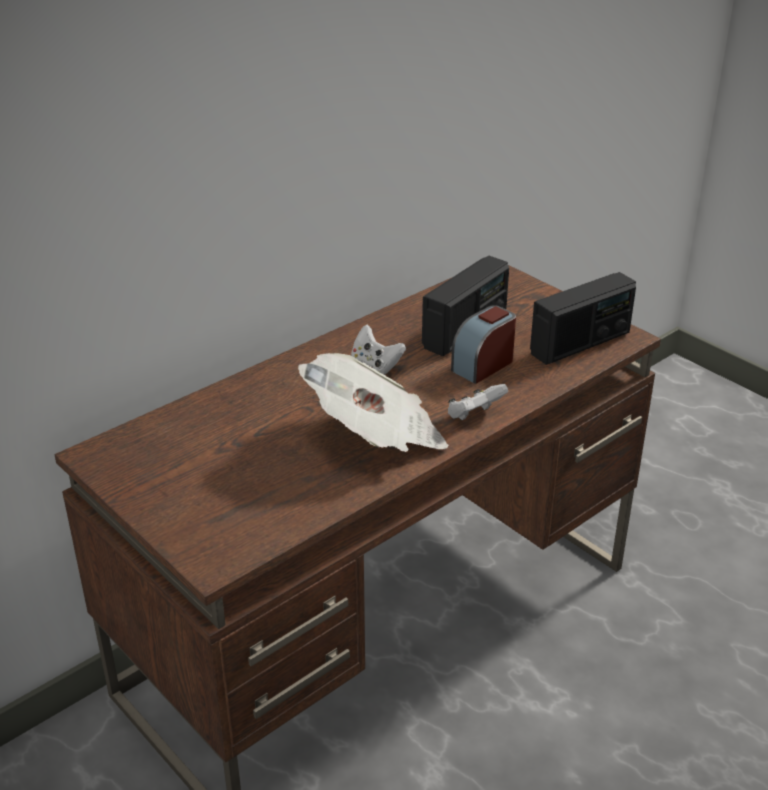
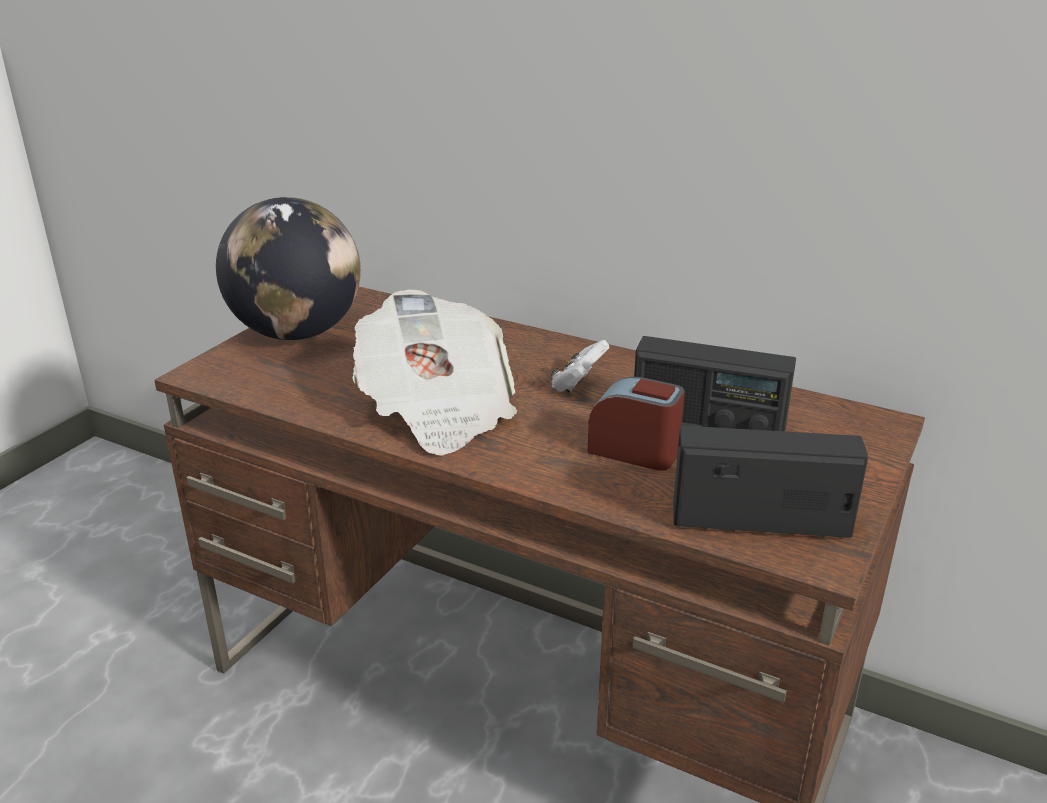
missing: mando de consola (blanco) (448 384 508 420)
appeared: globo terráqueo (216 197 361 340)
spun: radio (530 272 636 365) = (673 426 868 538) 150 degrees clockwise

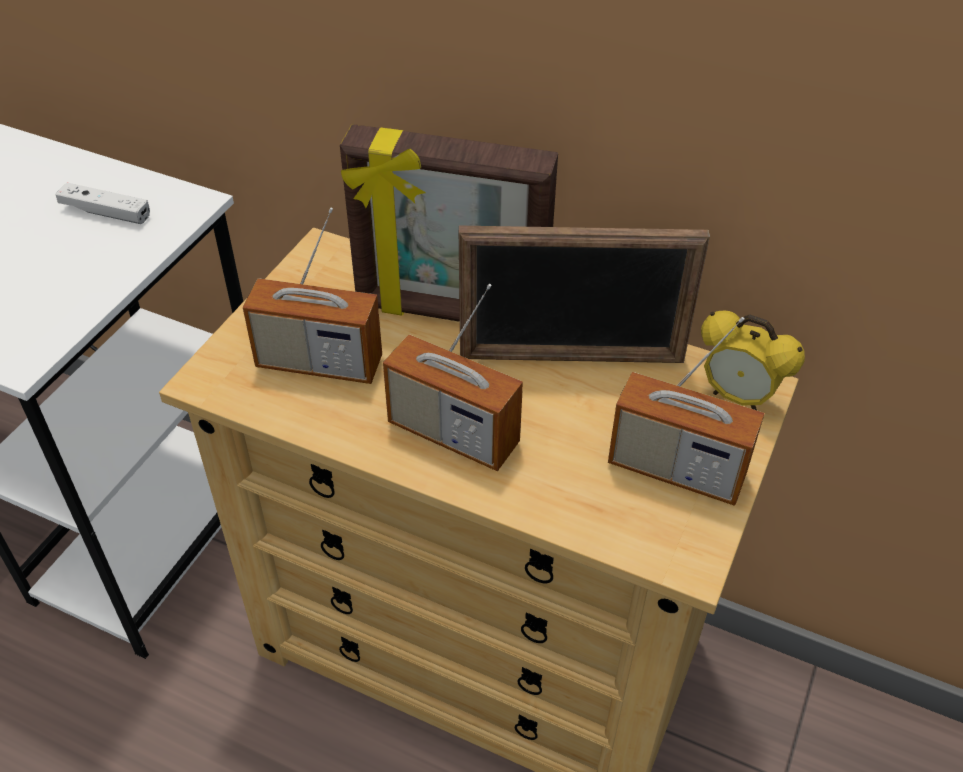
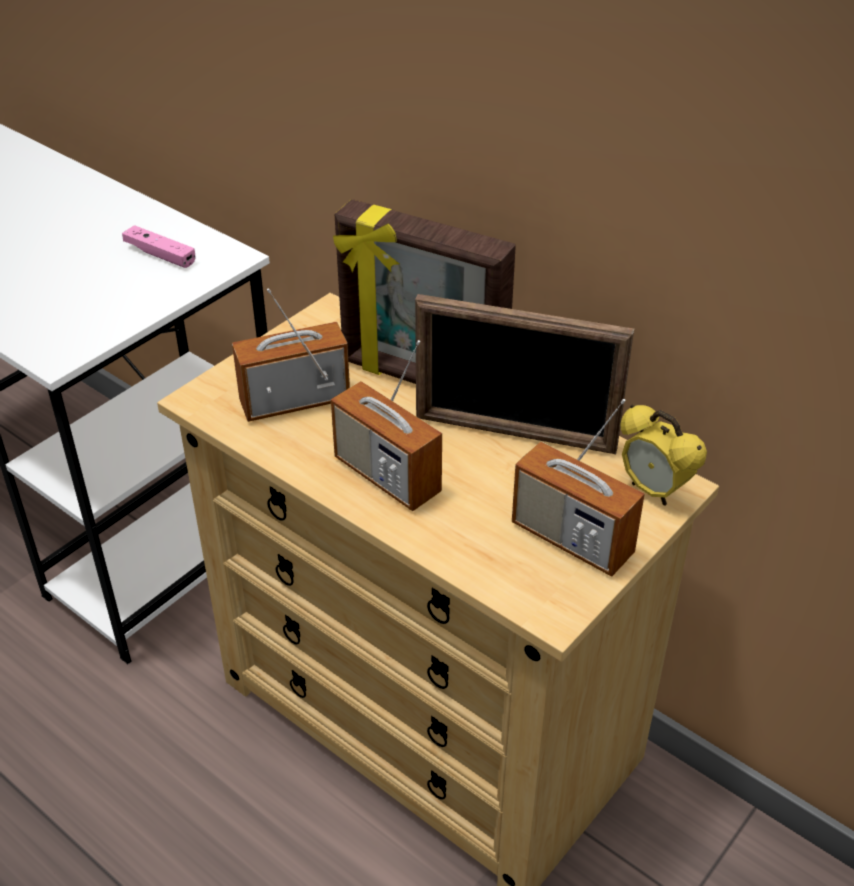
colour: mando de consola (blanco) (55 183 150 224) to mando de consola (rosa) (122 225 196 268)
spun: radio (243 208 382 384) = (232 288 350 422) 135 degrees clockwise

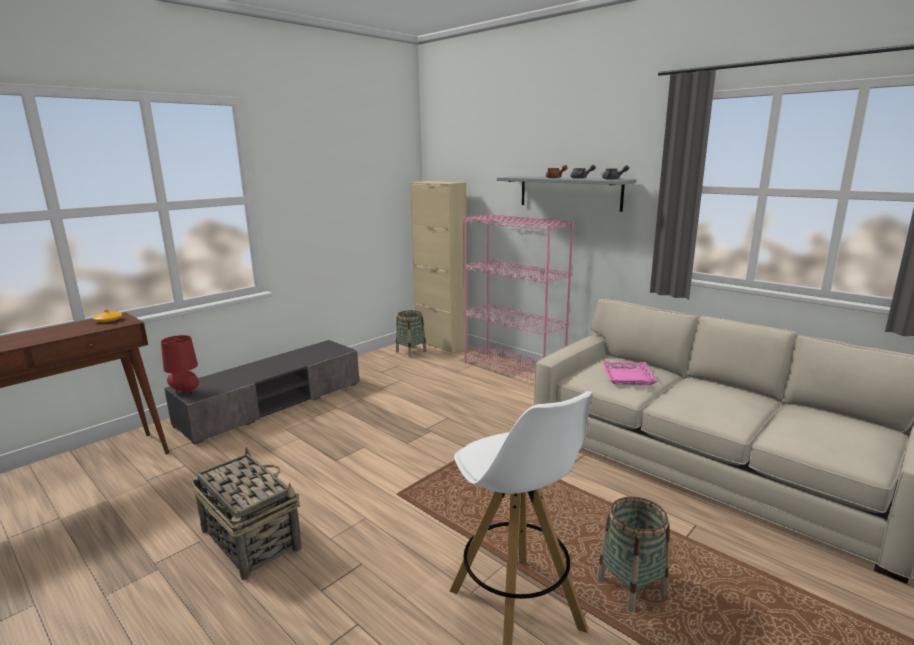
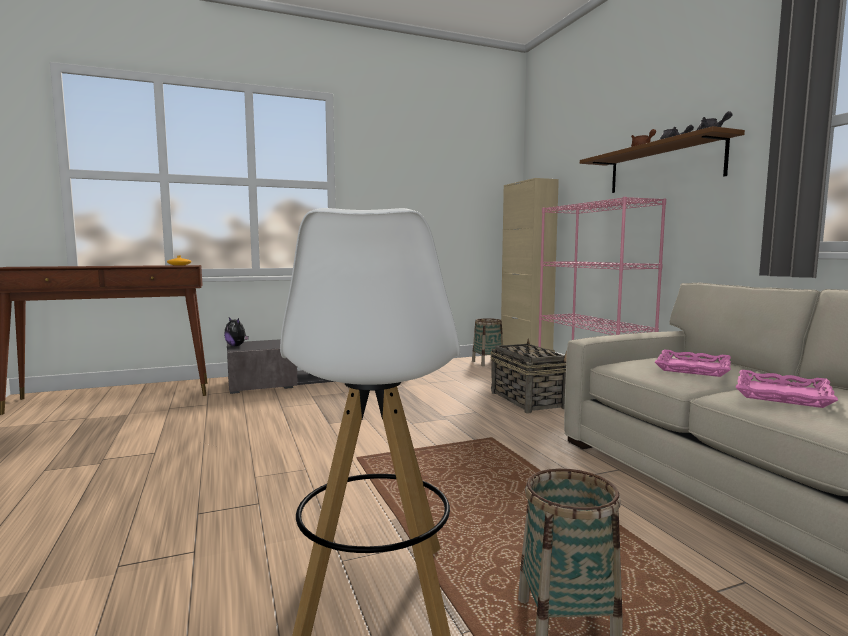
appeared: bandeja (rosa) (736 370 838 408)
relocated: cesta (191 447 301 580) to (491 338 567 414)
exchanged: lámpara de mesa (rojo) (161 335 199 394) to peluche (224 317 249 346)
colour: estante (gris) (497 176 636 212) to estante (marrón) (580 126 745 193)

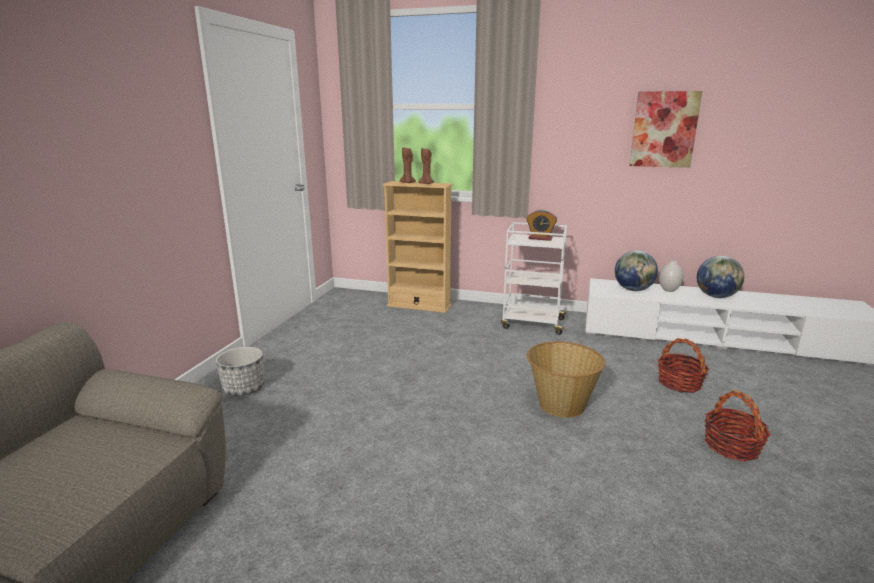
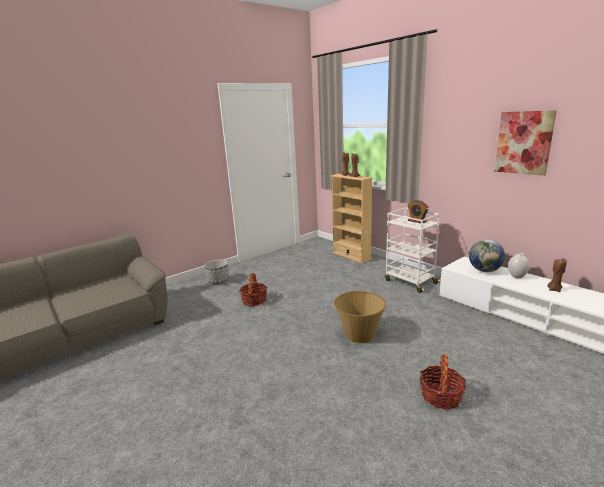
relocated: cesta (657 338 709 393) to (239 273 267 306)
exchanged: globo terráqueo (697 256 744 298) to vela (marrón) (547 258 567 292)

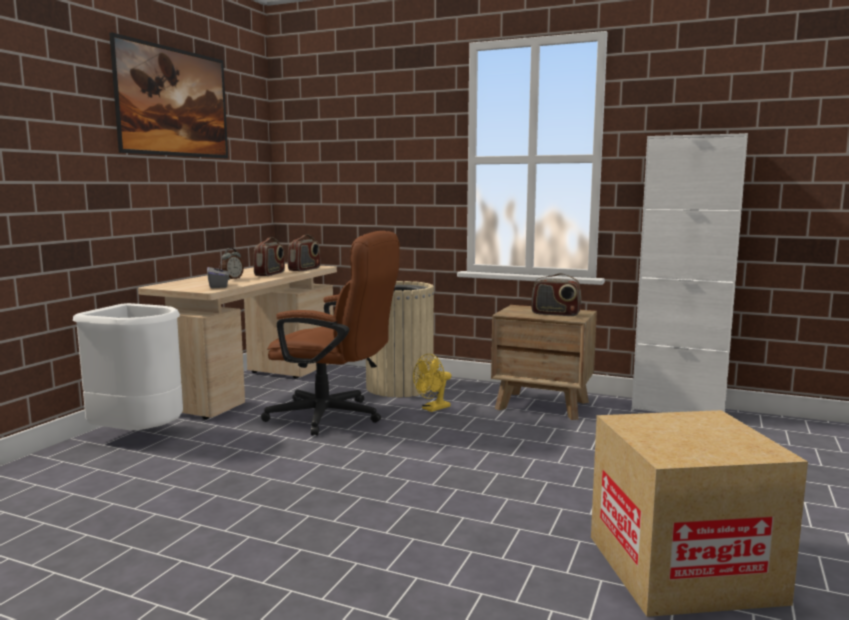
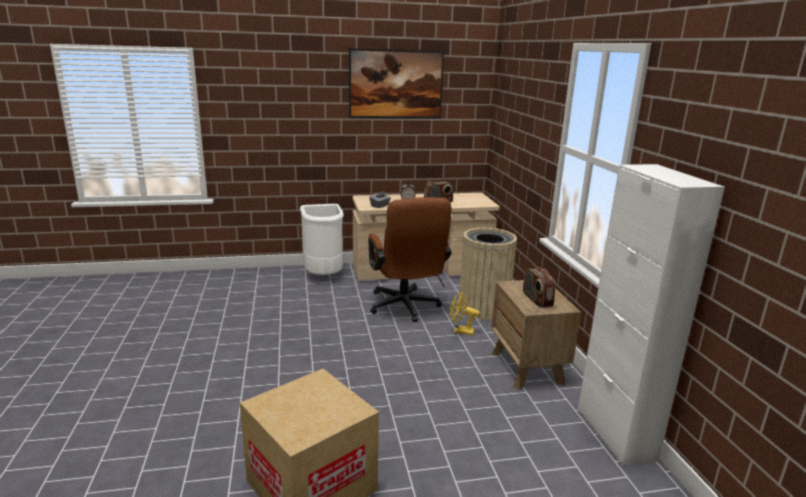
missing: radio (288 234 321 271)

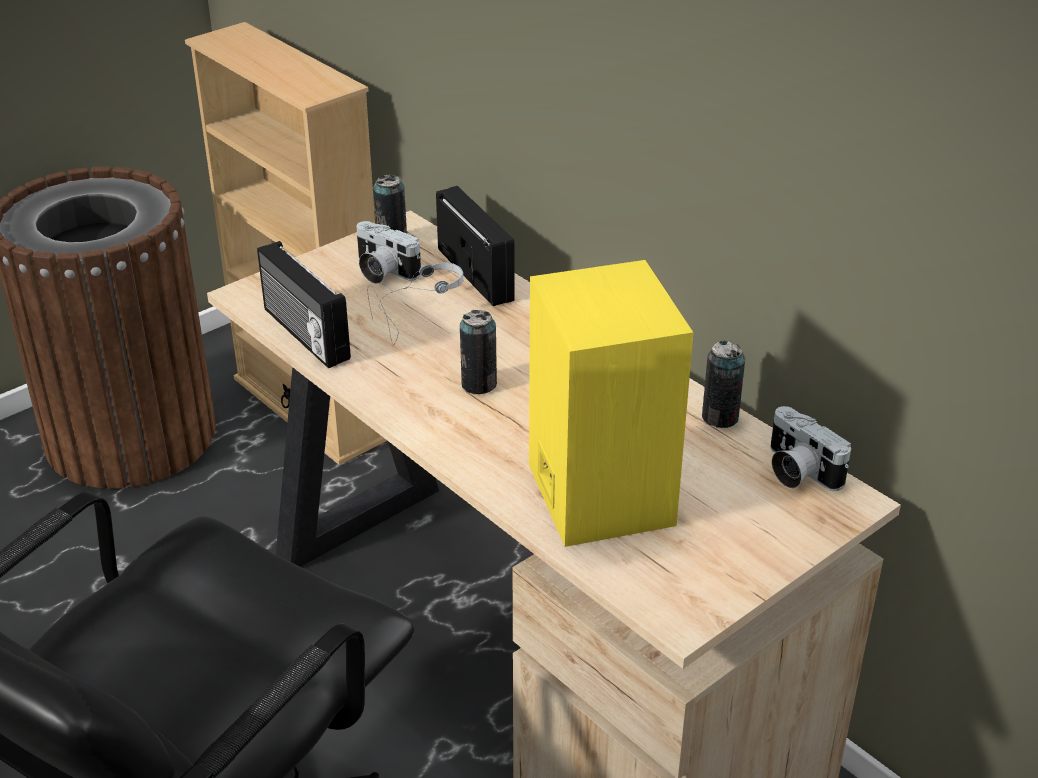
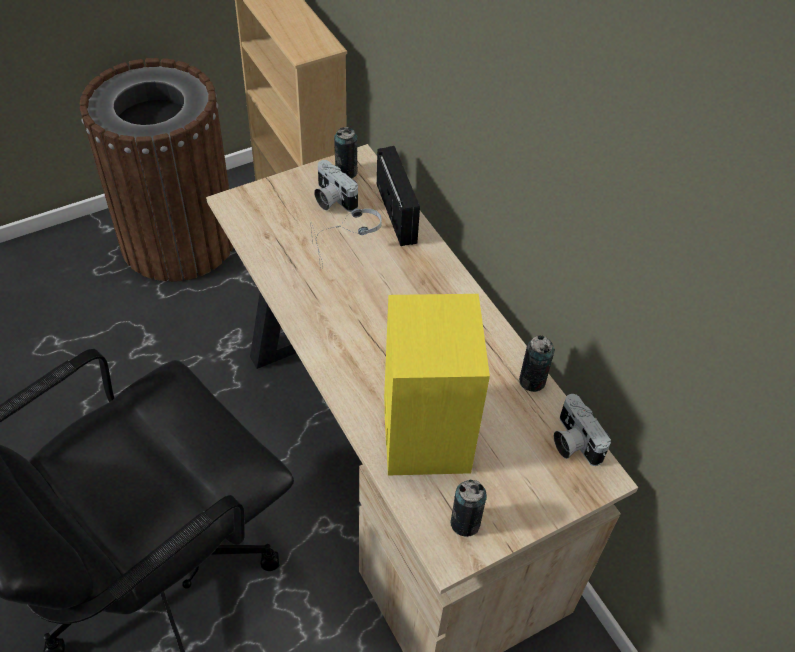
missing: radio (257 241 351 368)
relocated: lata (460 310 497 394) to (450 479 487 537)

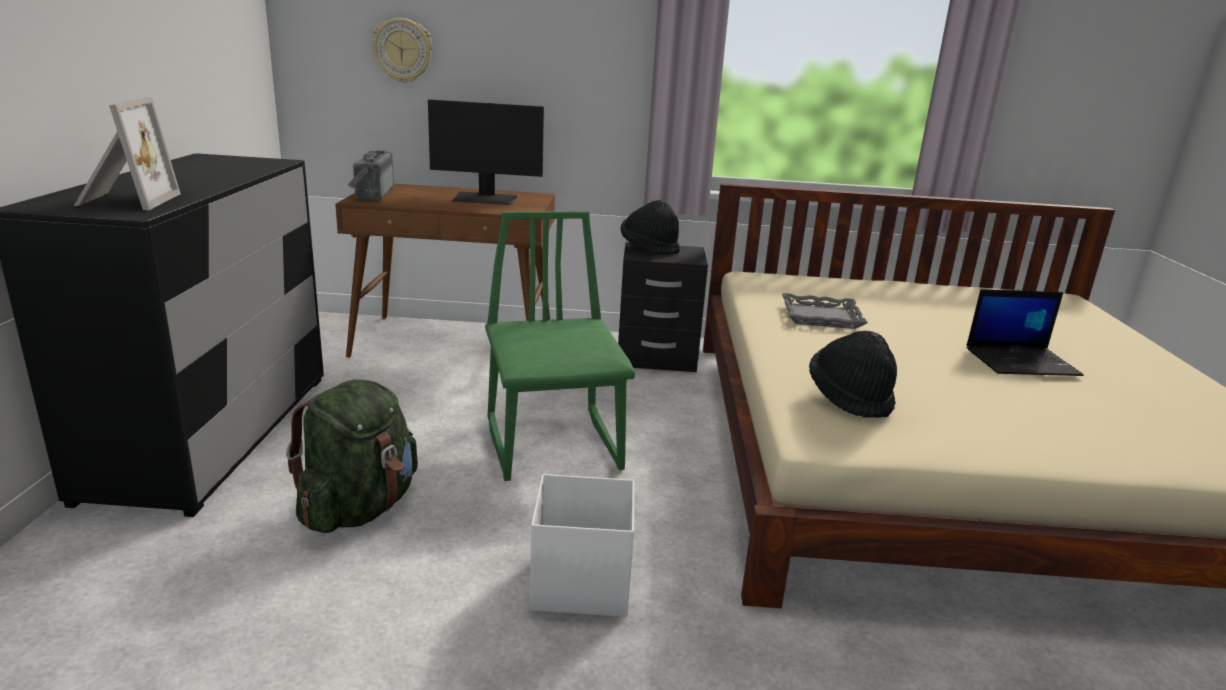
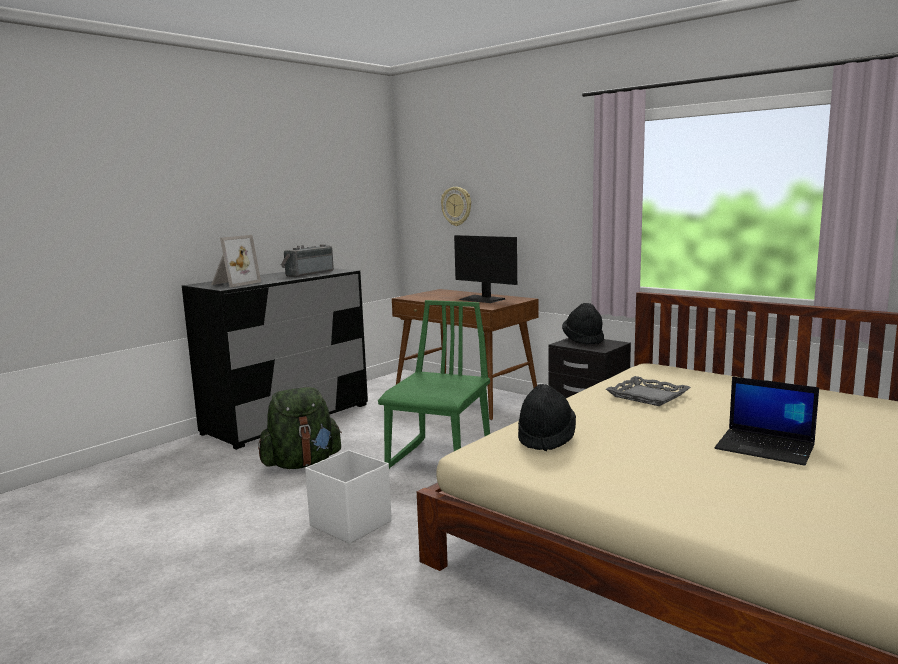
relocated: radio (348 150 394 202) to (281 244 334 277)

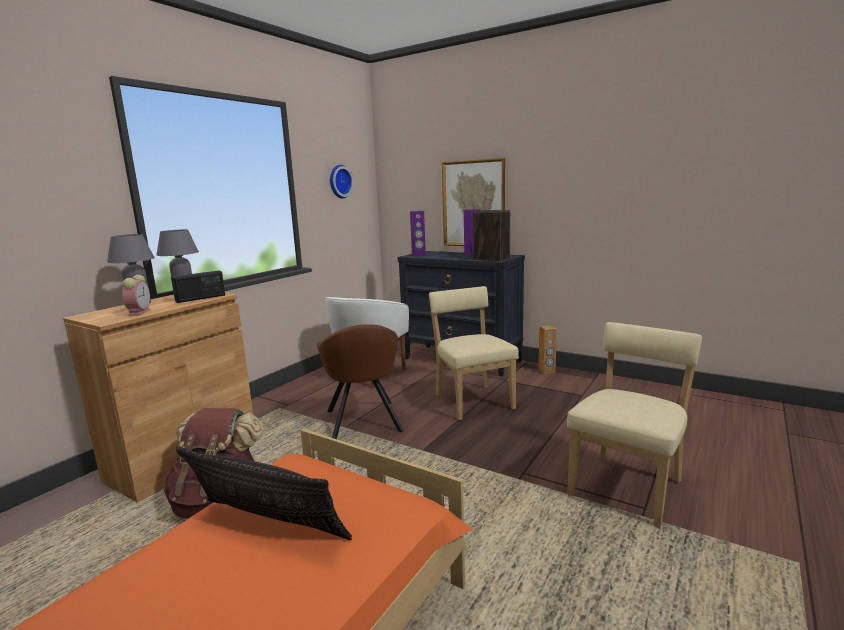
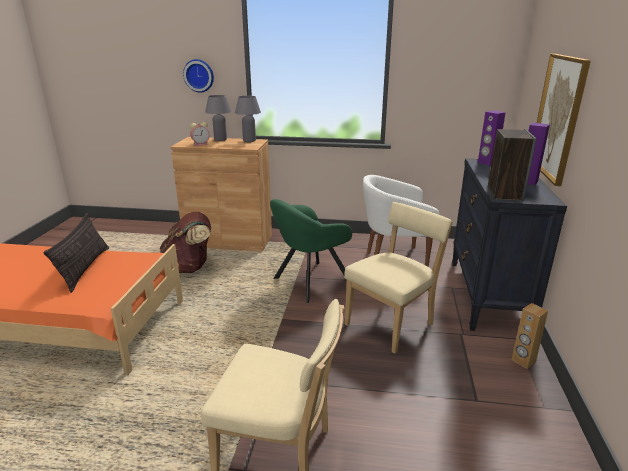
missing: radio (171 270 225 303)
relocated: reloj de pared (330 165 354 198) to (183 59 214 92)
colour: sillón (marrón) (317 324 404 439) to sillón (verde) (270 199 352 303)

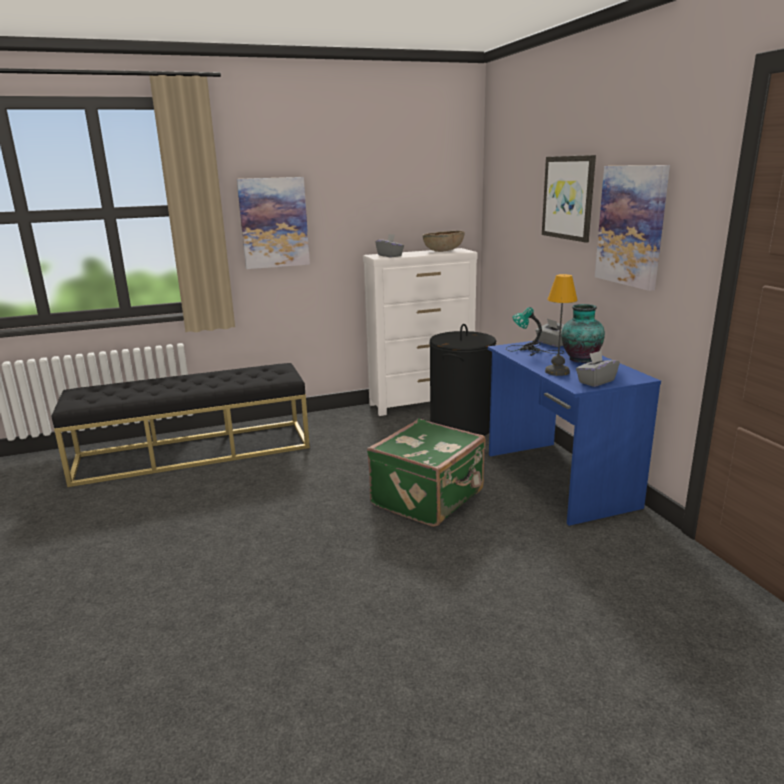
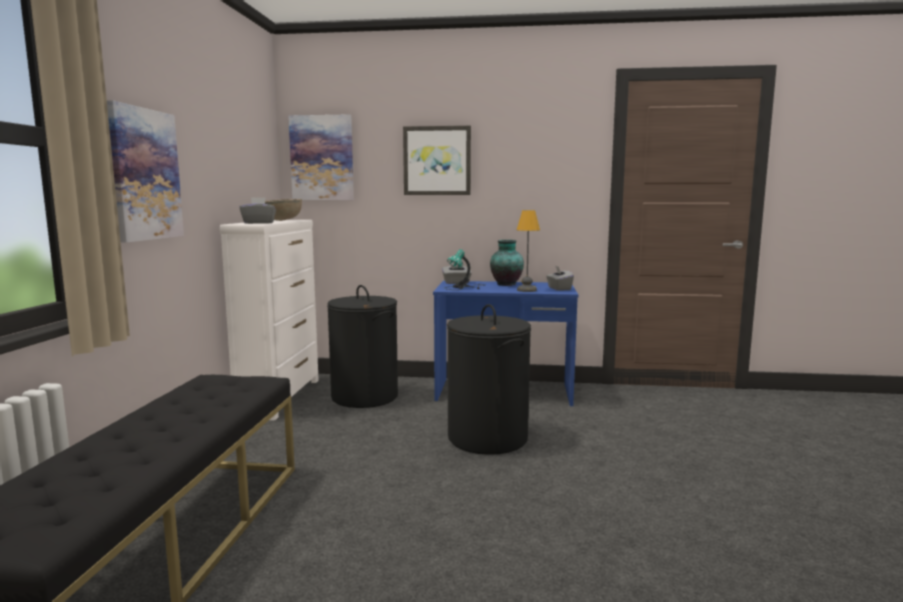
relocated: cuadro (595 165 670 291) to (288 114 354 200)
exchanged: maleta (verde) (367 418 486 527) to cesto de la ropa (negro) (447 304 531 455)

